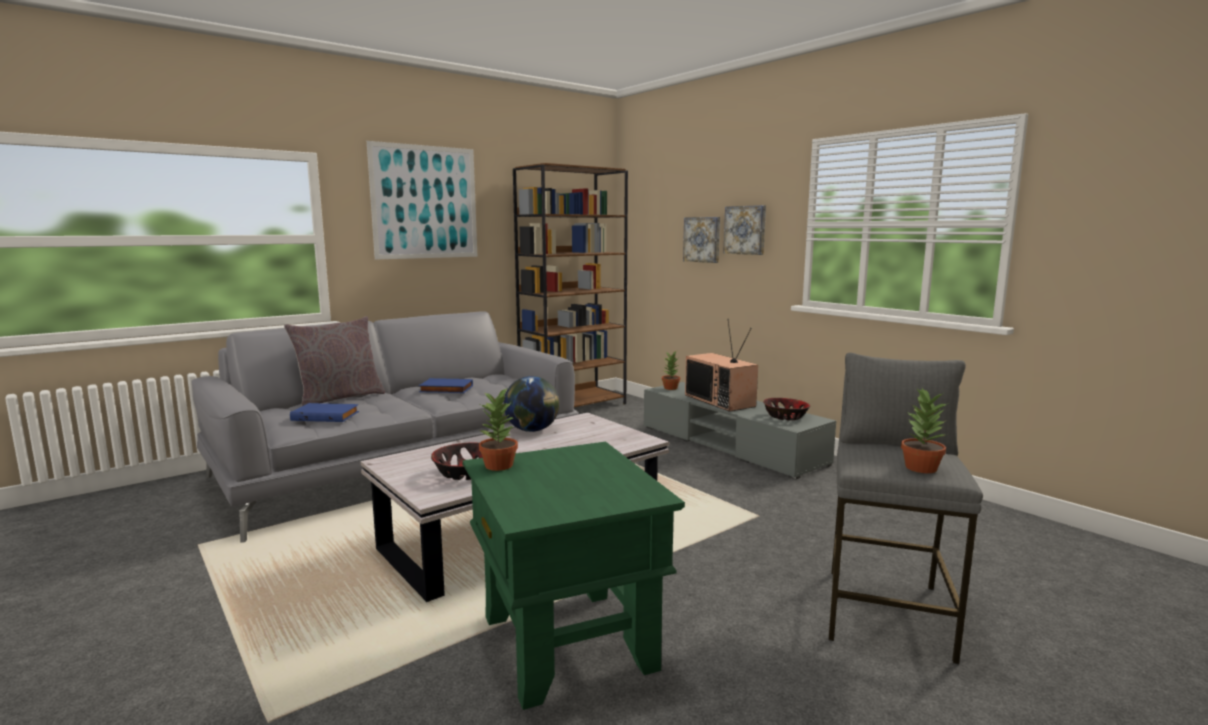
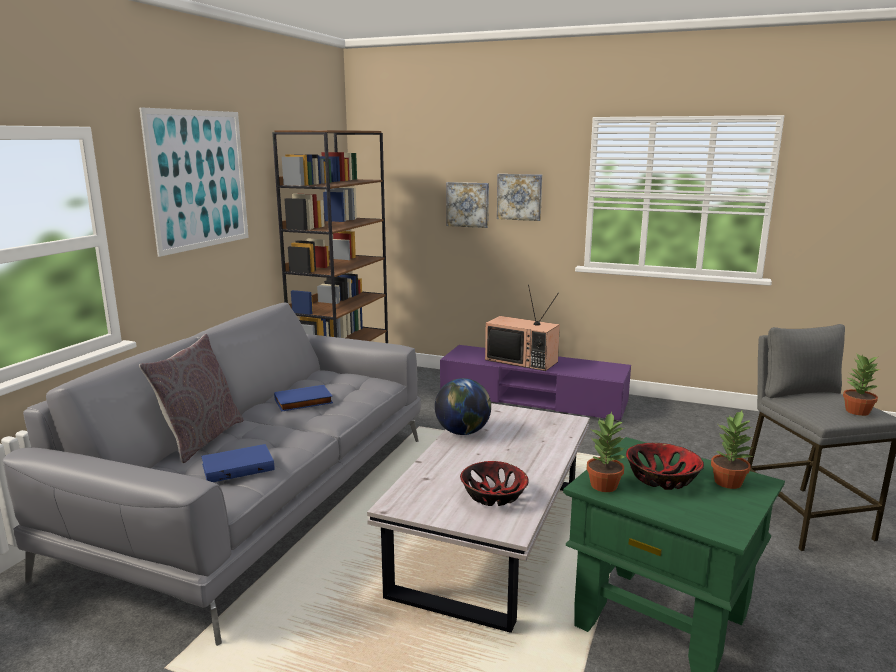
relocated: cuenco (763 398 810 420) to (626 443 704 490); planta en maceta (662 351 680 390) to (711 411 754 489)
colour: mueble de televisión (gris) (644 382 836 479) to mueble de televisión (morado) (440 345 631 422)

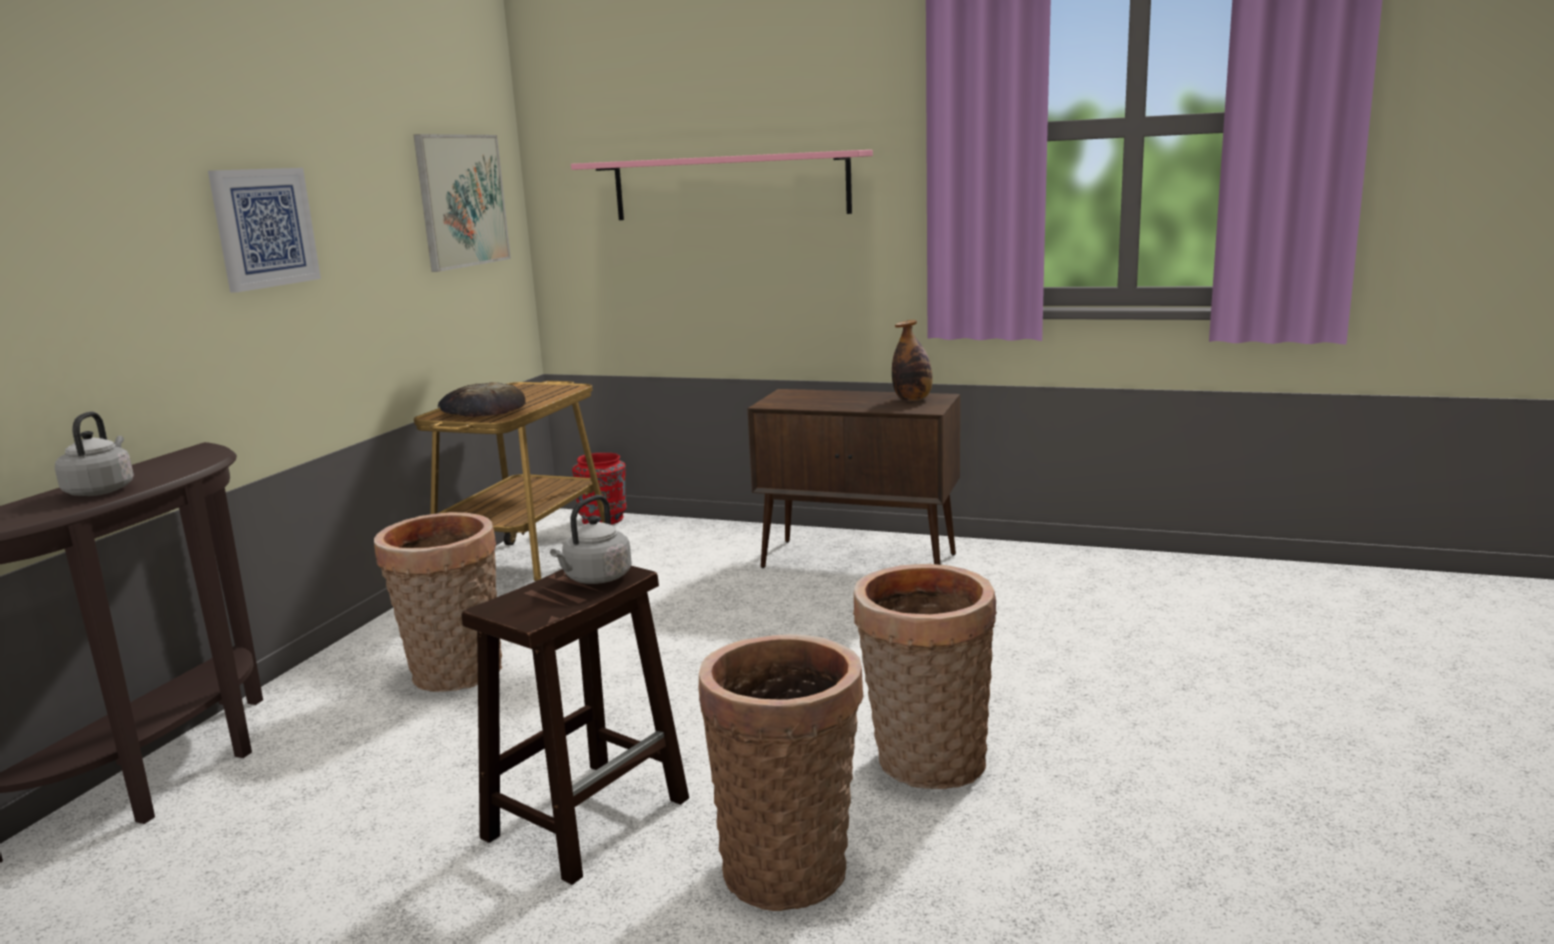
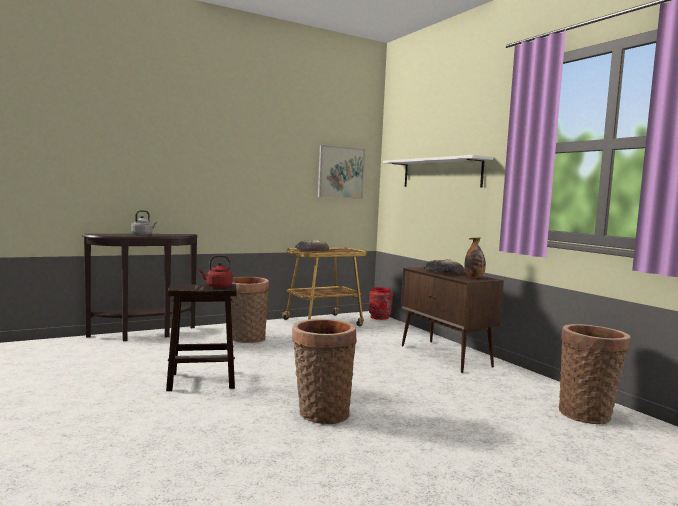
missing: cuadro (208 168 321 292)
appeared: pan (423 259 465 274)
relocated: cesta (699 634 864 911) to (559 324 630 424)
colour: hervidor (gris) (550 495 632 584) to hervidor (rojo) (199 255 233 288); estante (rosa) (571 150 873 220) to estante (blanco) (383 155 493 188)

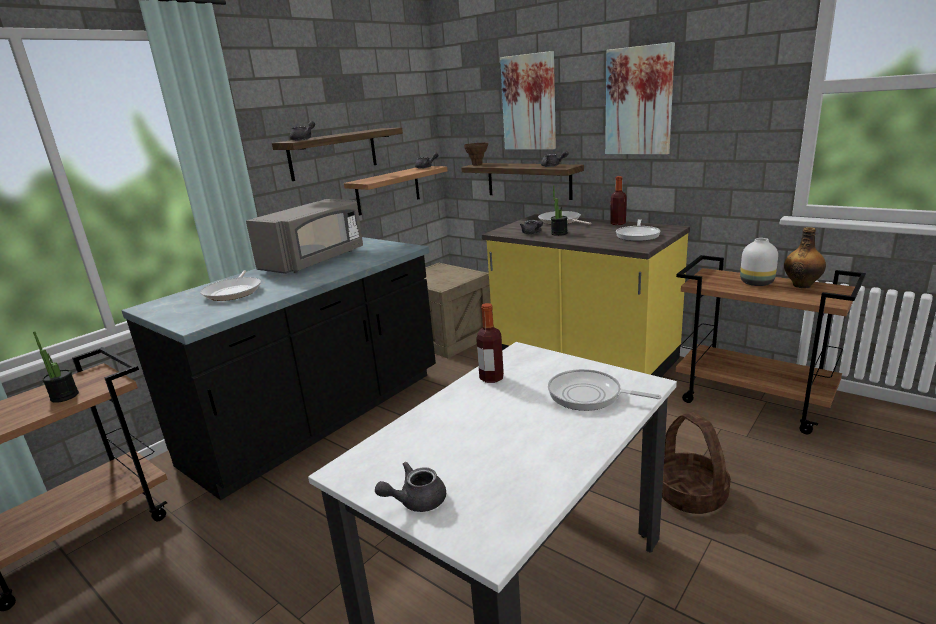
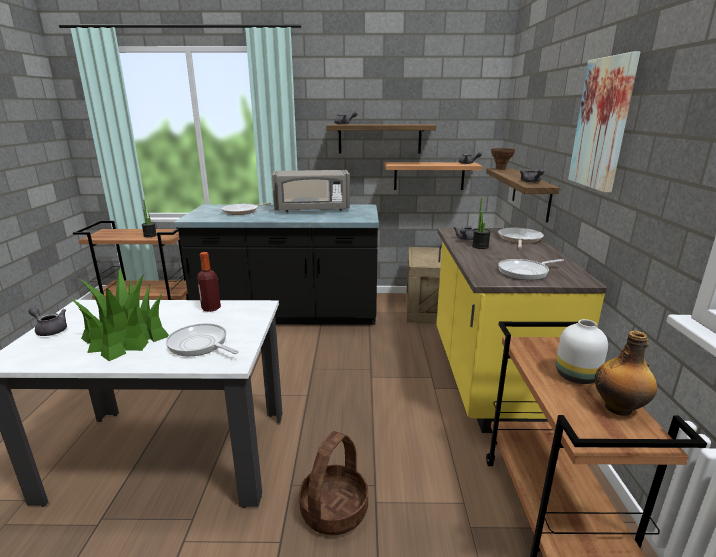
missing: cuadro (500 51 556 150); botella (610 176 627 225)
appeared: planta en maceta (69 268 169 361)
spun: sartén (548 369 662 411) = (166 323 239 356) 45 degrees counterclockwise

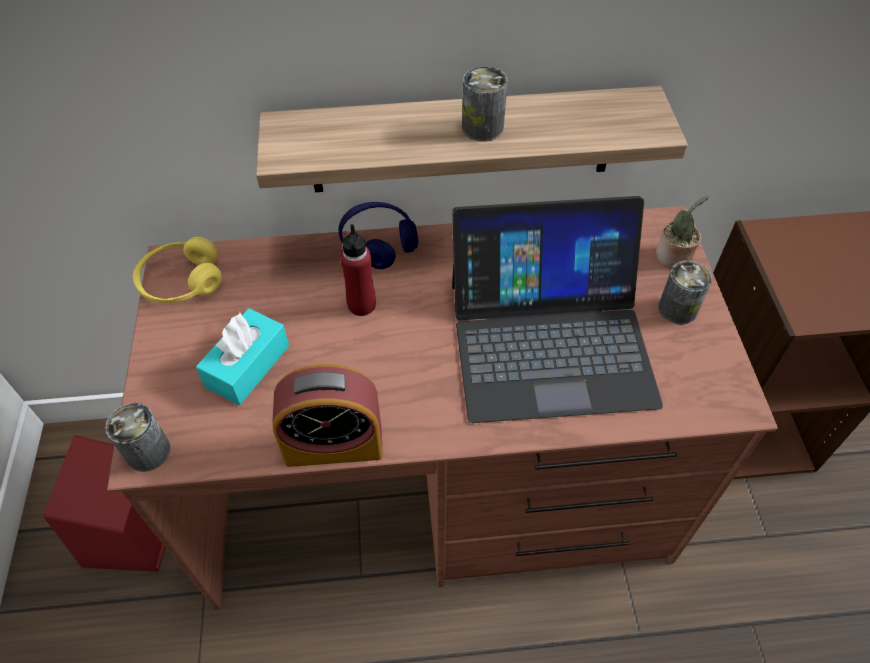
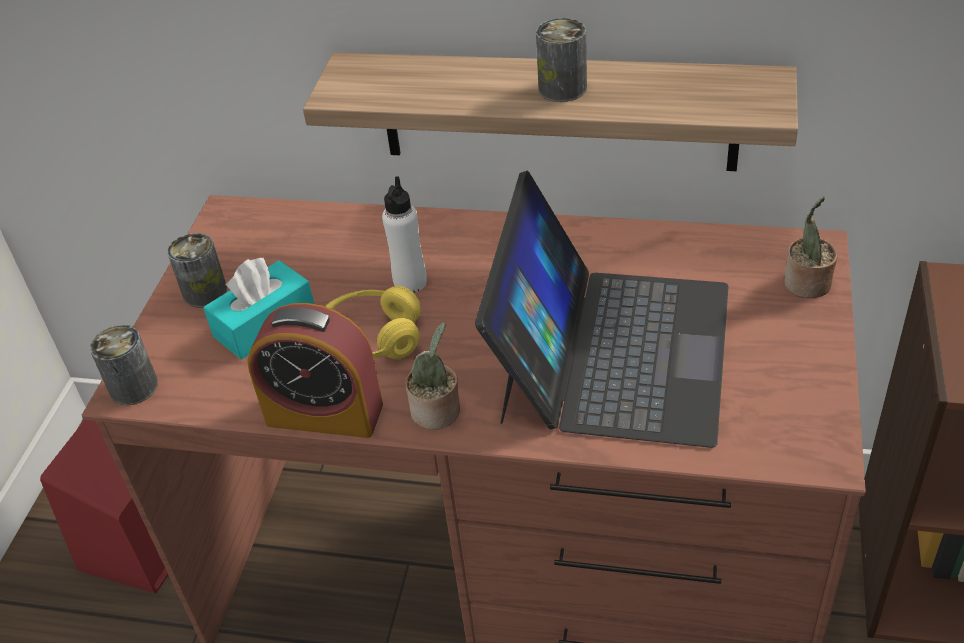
missing: auriculares (azul) (338 202 418 269)
appeared: planta en maceta (406 322 460 430)
relocated: lata (658 261 712 324) to (167 233 227 308); auriculares (amarillo) (133 237 222 303) to (325 286 421 359)
colour: botella (rojo) (340 224 376 316) to botella (blanco) (382 176 427 293)
spun: portátil (452 196 663 423) = (475 170 729 448) 90 degrees counterclockwise

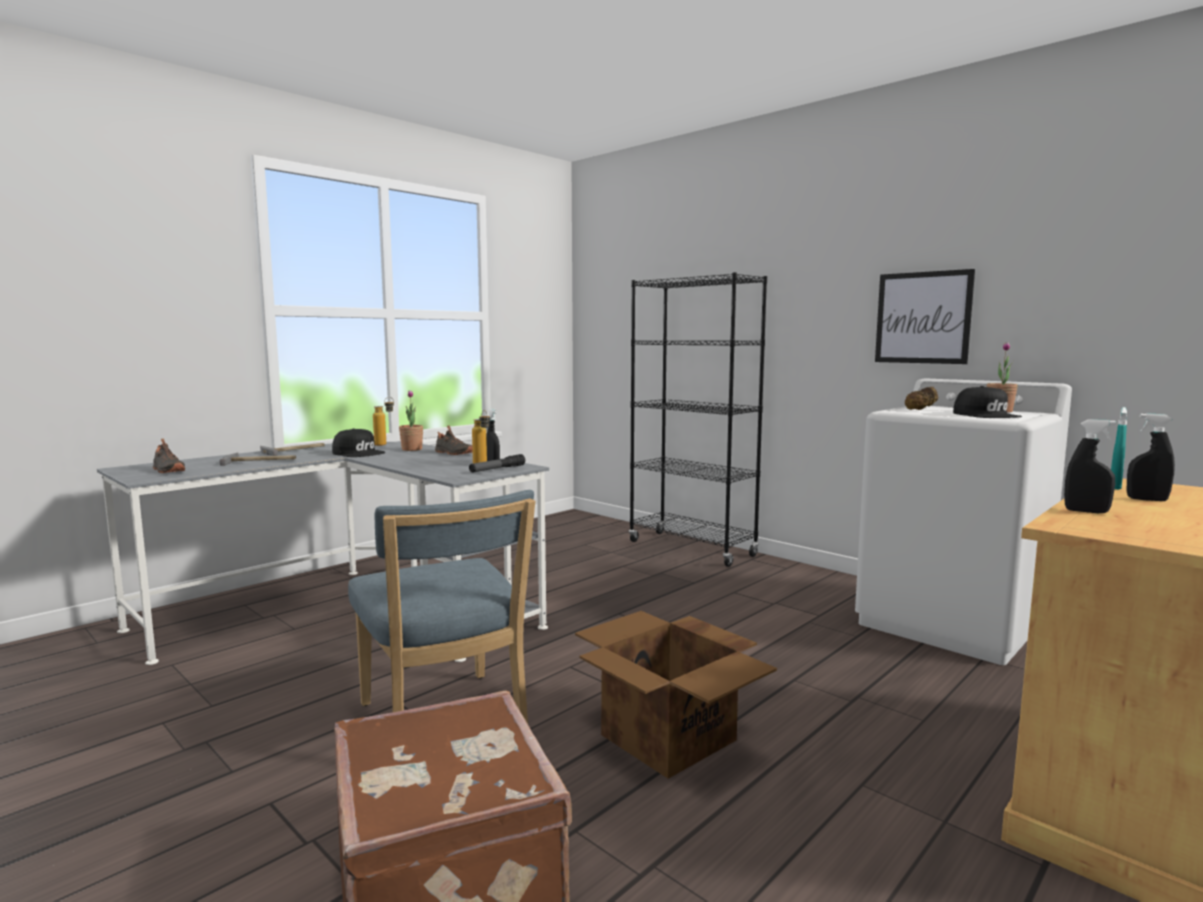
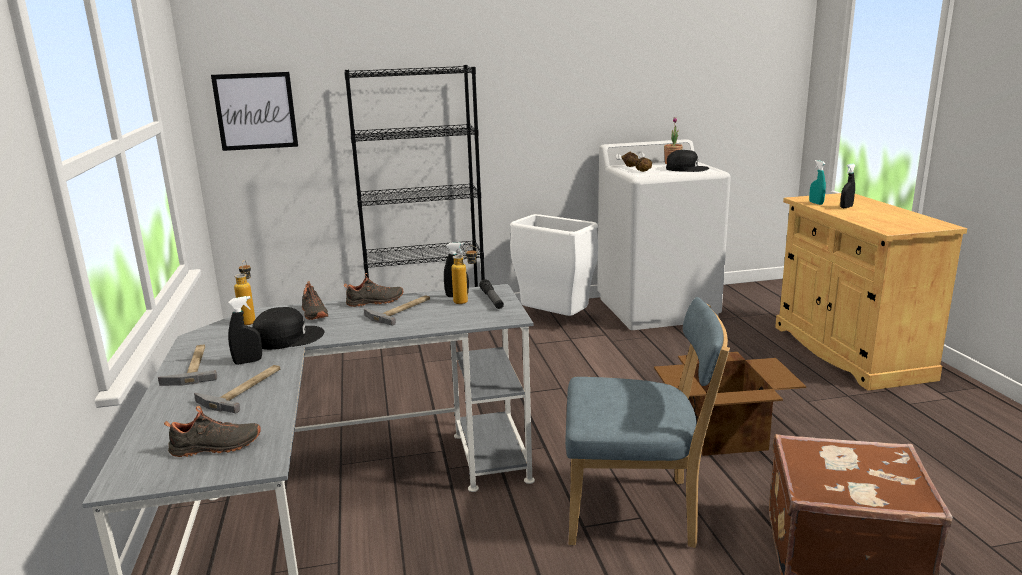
appeared: martillo (364 295 430 326); papelera (blanco) (510 214 598 316)
relocated: cuadro (875 269 975 364) to (211 72 298 151); pulverizador (negro) (1064 419 1116 513) to (228 296 262 365)
exchanged: planta en maceta (399 390 423 451) to zapato (negro) (302 281 328 320)

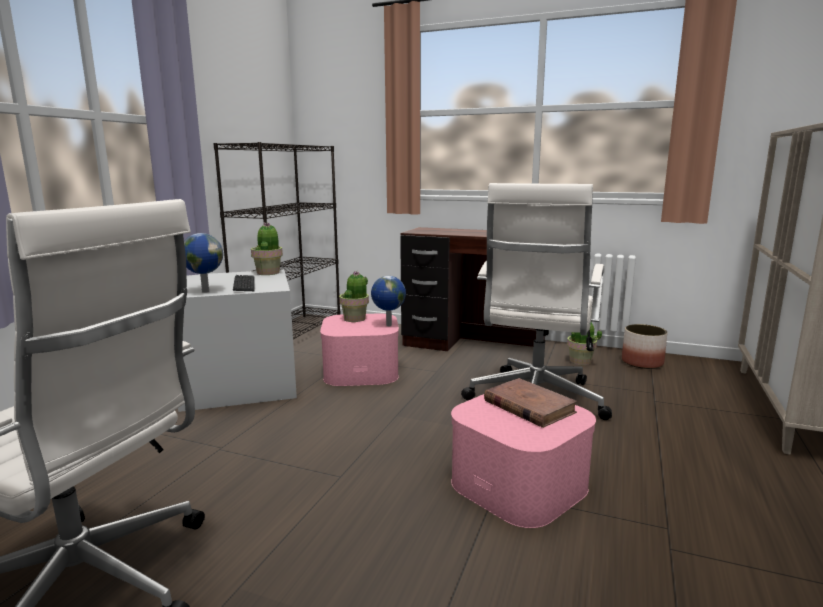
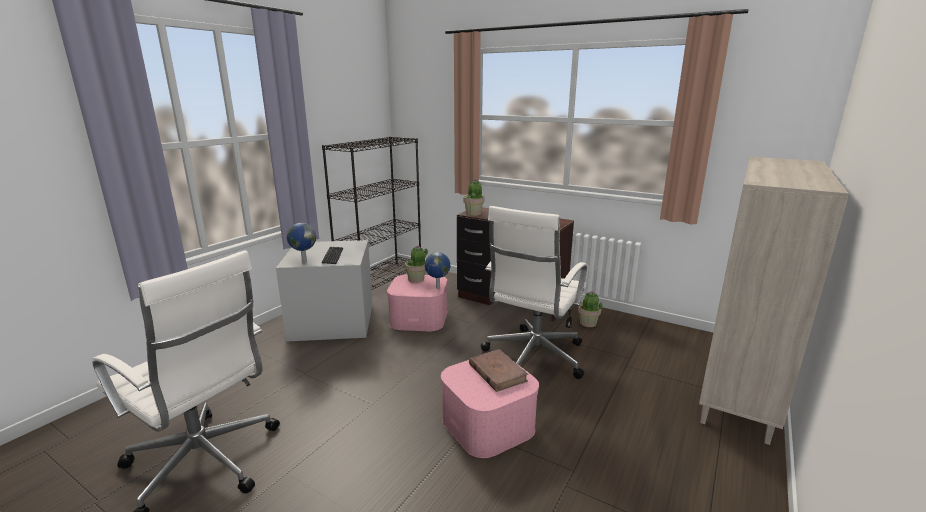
missing: maceta (622 324 668 369)
relocated: planta en maceta (251 223 283 275) to (463 179 485 216)

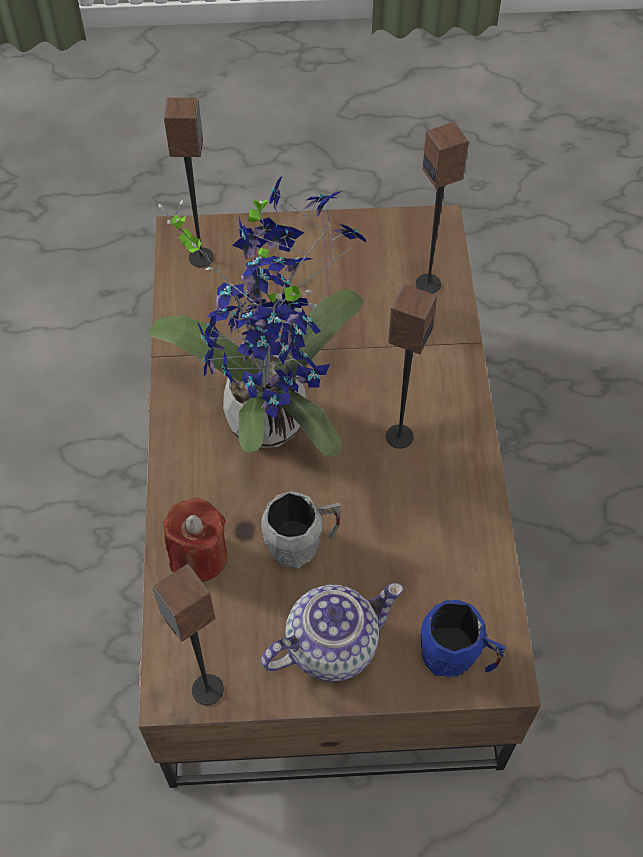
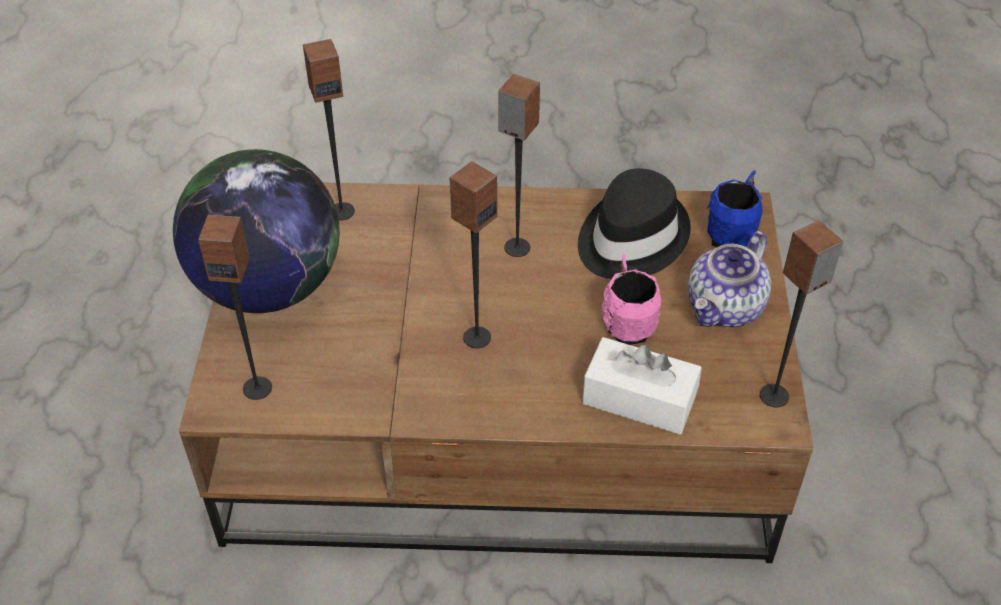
appeared: globo terráqueo (173 149 340 313); sombrero (negro) (578 168 691 279)
exchanged: planta en maceta (148 175 367 457) to altavoz (449 161 497 348); vela (rojo) (163 498 227 582) to caja de pañuelos (blanco) (582 337 702 435)
colour: taza grande (gris) (261 491 342 569) to taza grande (rosa) (602 254 661 345)
spun: tetera (261 583 404 682) = (688 231 771 327) 120 degrees counterclockwise

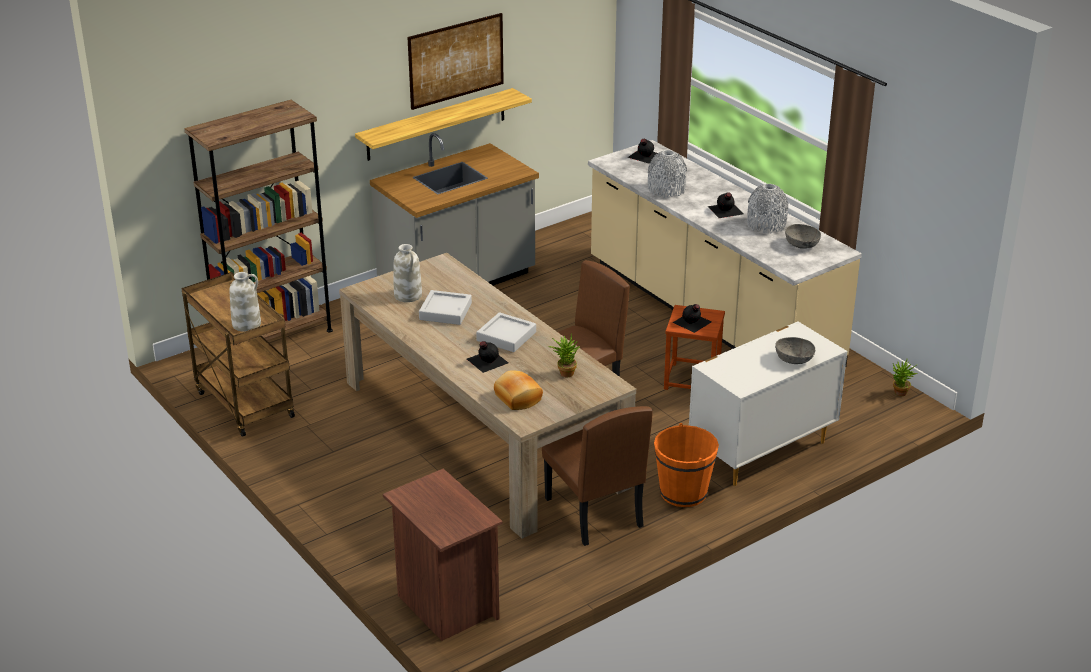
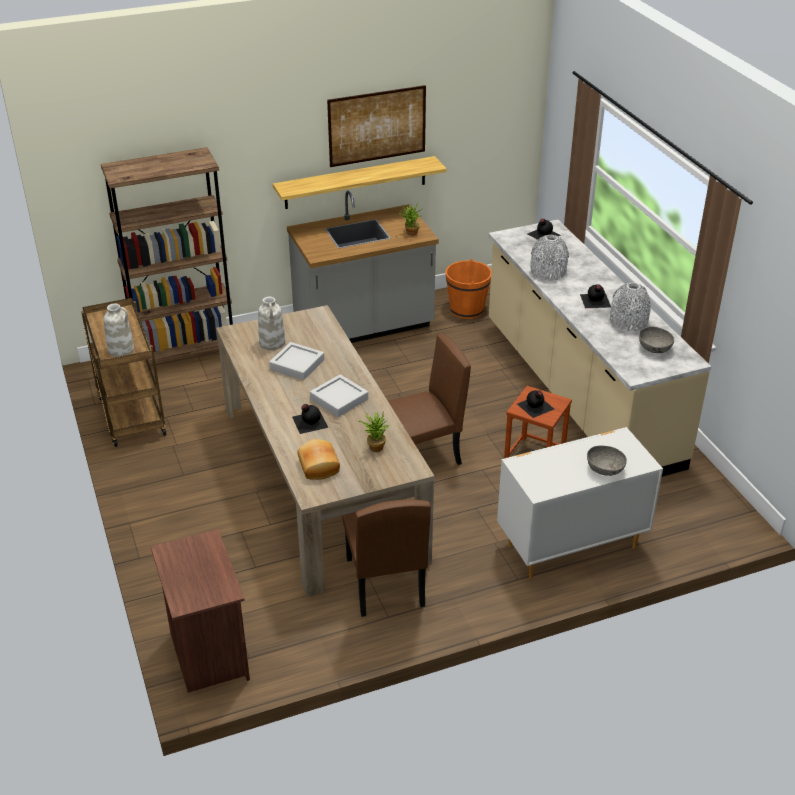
relocated: planta en maceta (893 359 918 396) to (399 203 423 236); cubo (naranja) (654 423 719 507) to (445 259 491 319)

